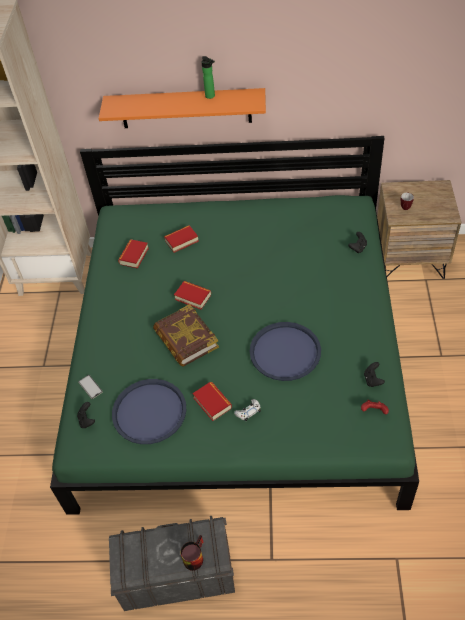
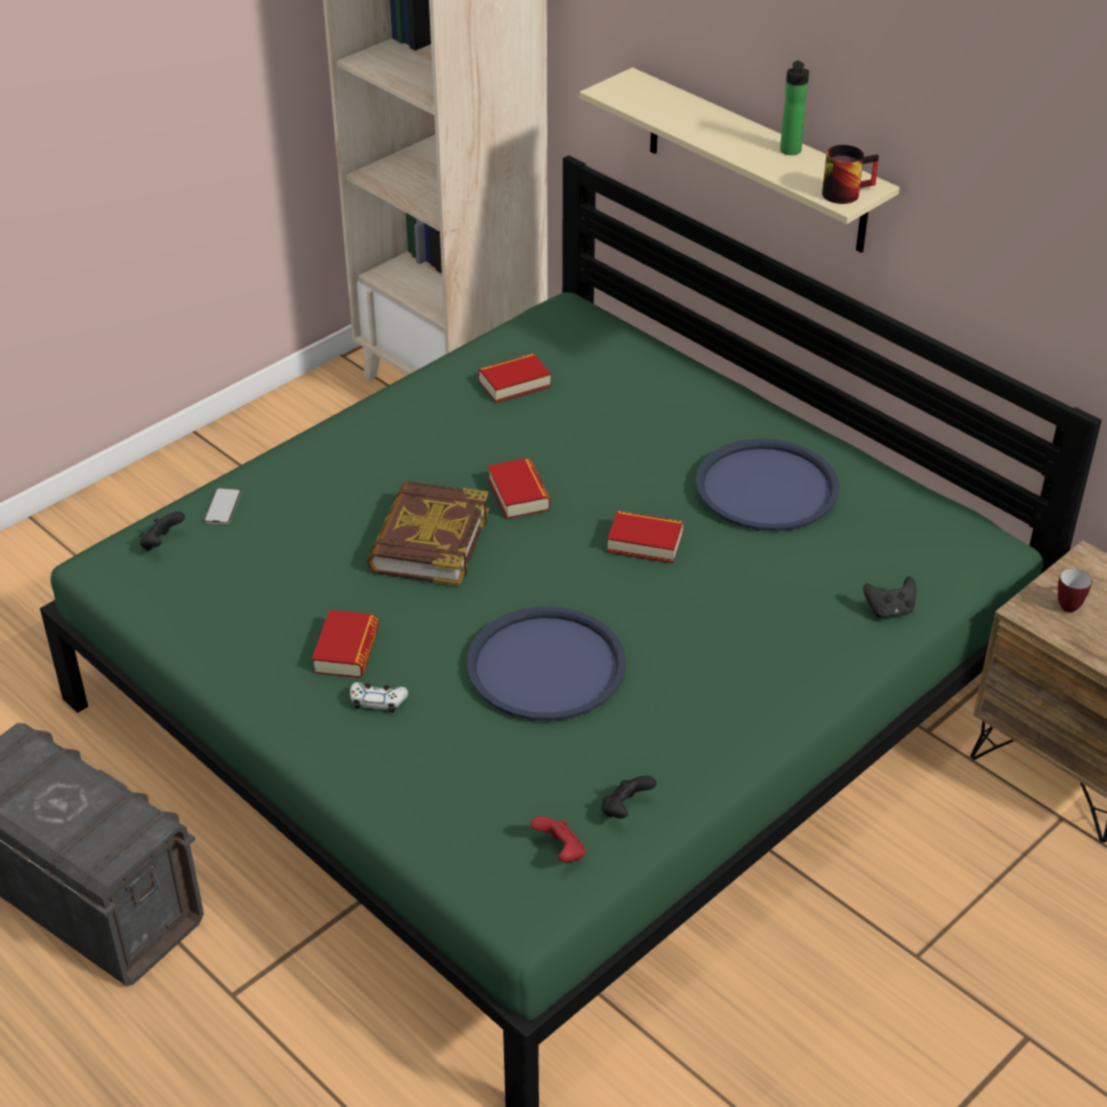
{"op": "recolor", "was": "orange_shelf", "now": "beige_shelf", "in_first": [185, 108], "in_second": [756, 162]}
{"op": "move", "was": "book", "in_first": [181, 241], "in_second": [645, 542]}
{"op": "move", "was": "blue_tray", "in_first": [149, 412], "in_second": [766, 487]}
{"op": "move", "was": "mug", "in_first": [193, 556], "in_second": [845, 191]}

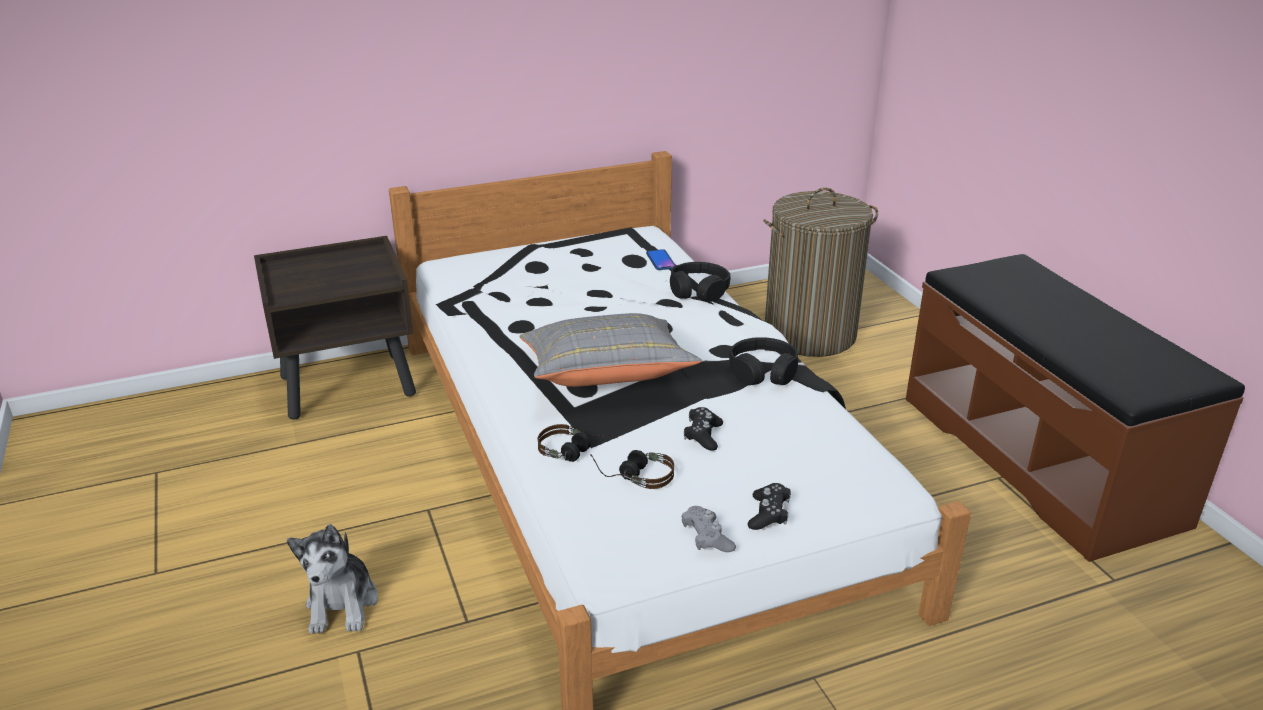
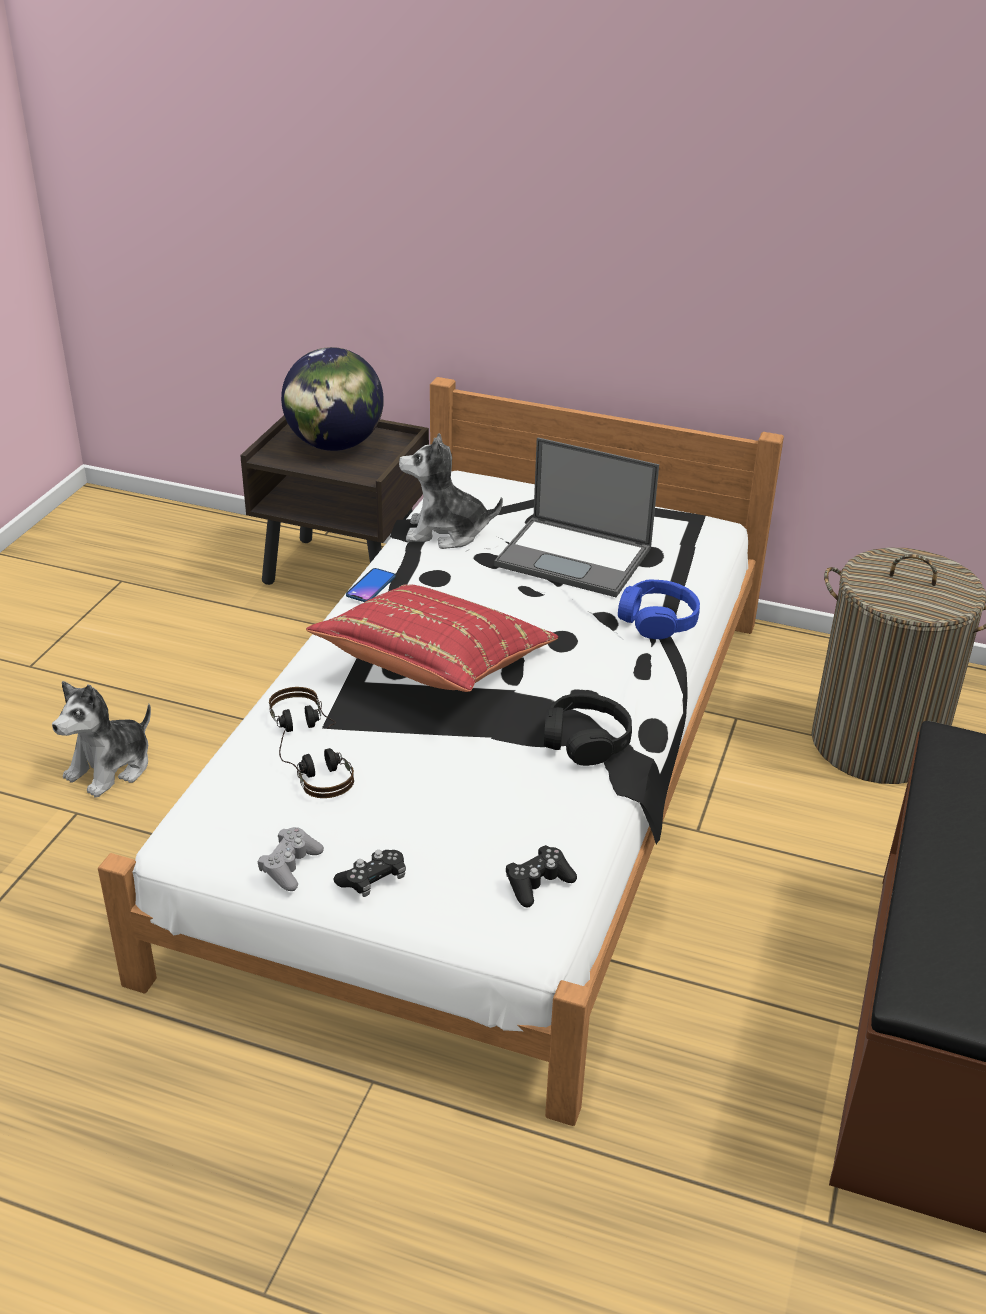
{"op": "move", "was": "phone", "in_first": [660, 261], "in_second": [371, 586]}
{"op": "recolor", "was": "black_headphones", "now": "blue_headphones", "in_first": [698, 290], "in_second": [657, 620]}
{"op": "recolor", "was": "grey_pillow", "now": "red_pillow", "in_first": [606, 377], "in_second": [434, 667]}
{"op": "move", "was": "black_game_controller", "in_first": [703, 436], "in_second": [538, 883]}
{"op": "insert", "now": "globe", "in_second": [334, 445]}
{"op": "insert", "now": "plush_toy", "in_second": [446, 532]}
{"op": "insert", "now": "laptop", "in_second": [576, 557]}

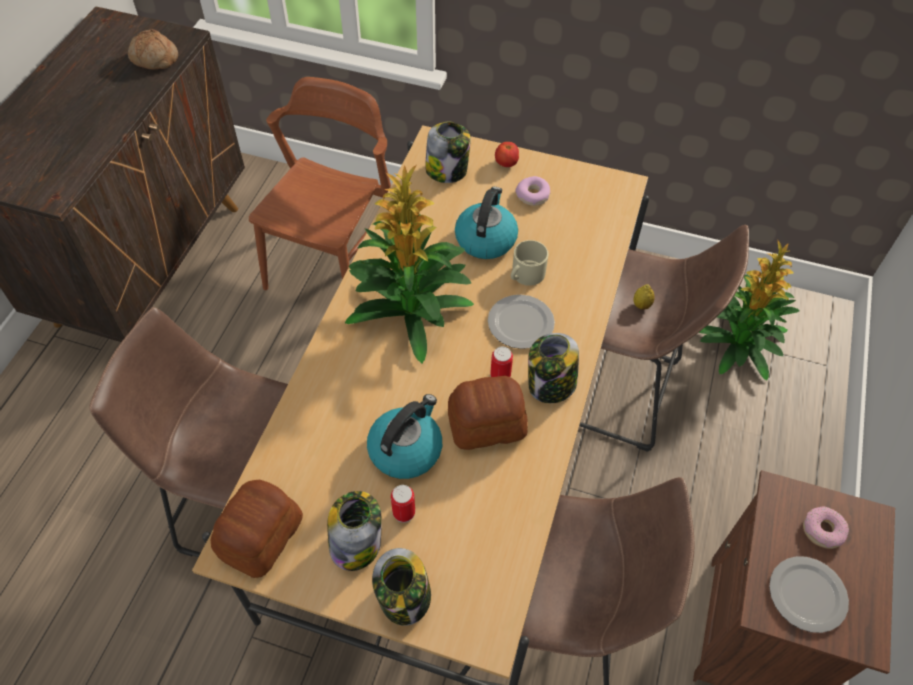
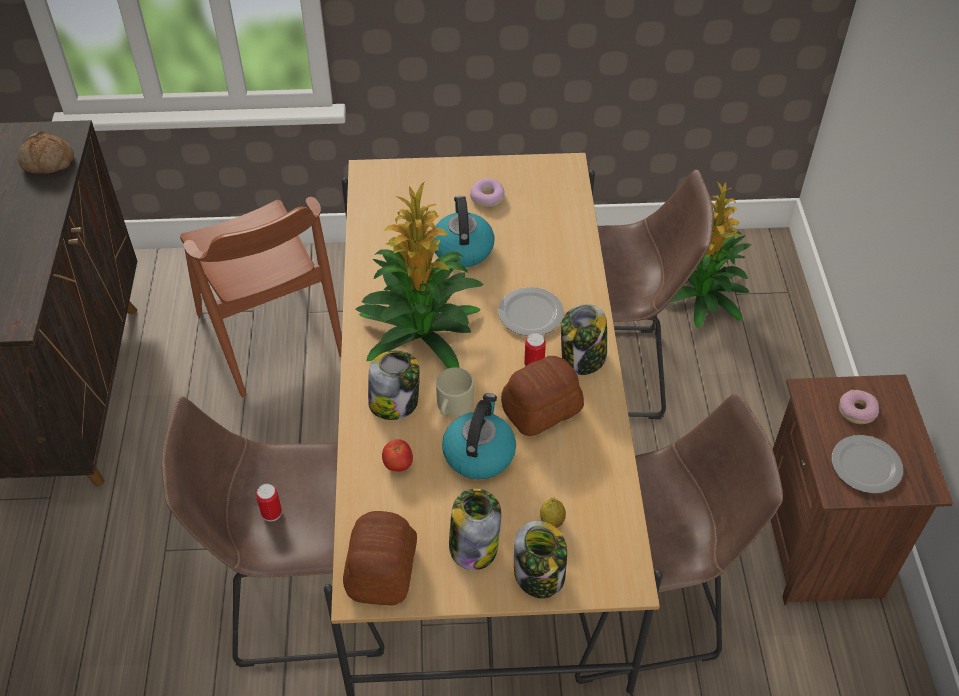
{"op": "rotate", "was": "brown_chair", "in_first": [334, 263], "in_second": [270, 334], "clockwise": 150}
{"op": "move", "was": "jar", "in_first": [447, 170], "in_second": [395, 402]}
{"op": "move", "was": "tomato", "in_first": [506, 163], "in_second": [398, 464]}
{"op": "move", "was": "beige_mug", "in_first": [525, 275], "in_second": [453, 405]}
{"op": "move", "was": "lemon", "in_first": [641, 305], "in_second": [552, 521]}
{"op": "move", "was": "can", "in_first": [404, 512], "in_second": [271, 513]}

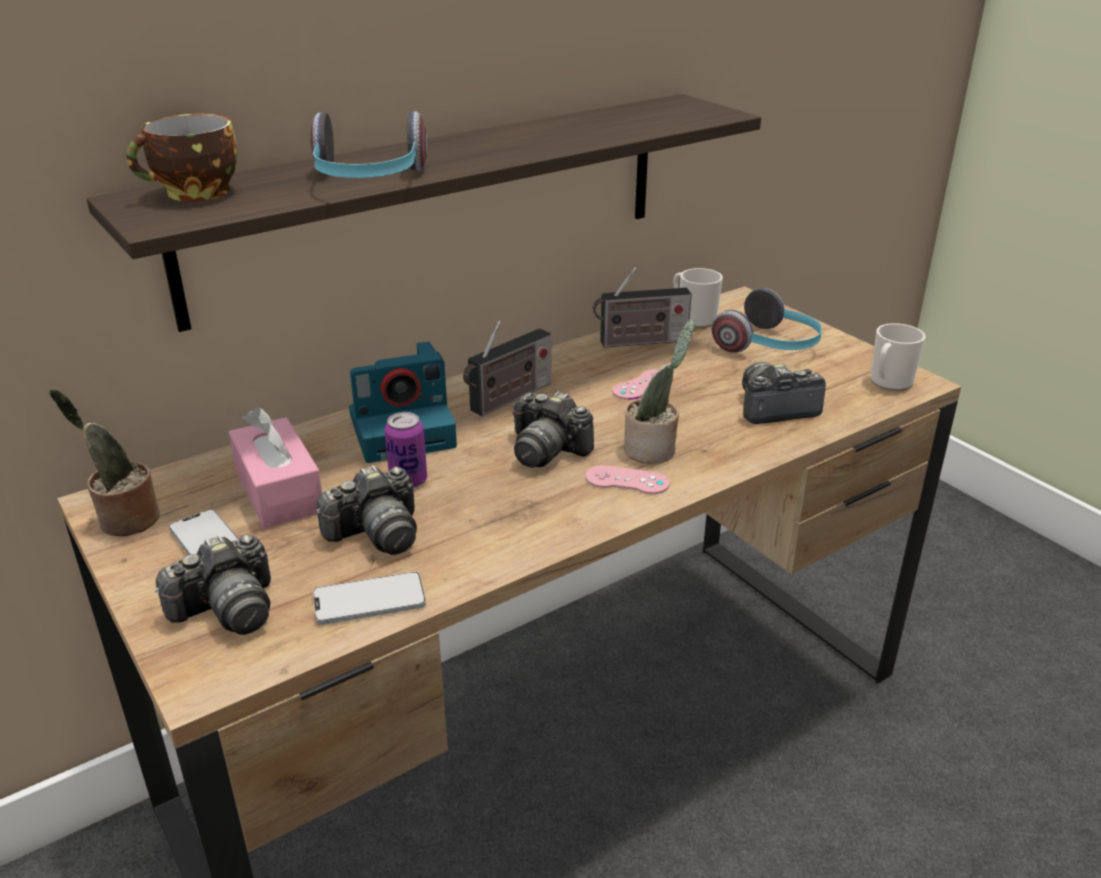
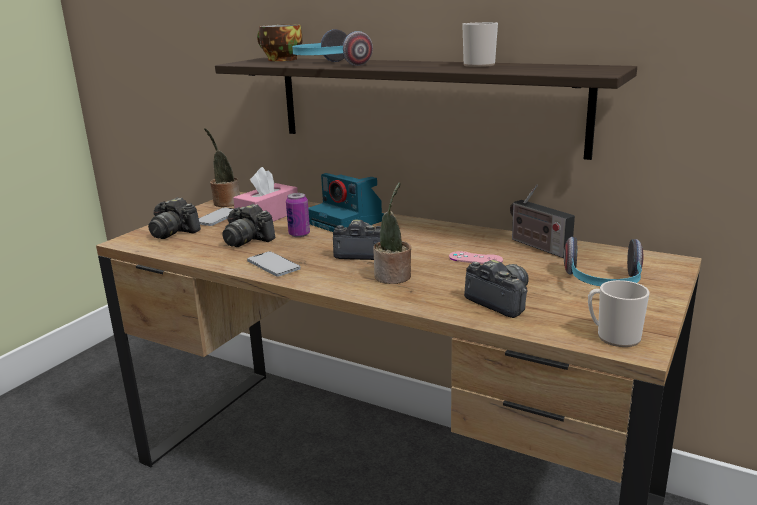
{"op": "move", "was": "mug", "in_first": [693, 319], "in_second": [479, 64]}
{"op": "delete", "was": "radio", "in_first": [509, 399]}
{"op": "rotate", "was": "photo_camera", "in_first": [547, 450], "in_second": [362, 253], "clockwise": 90}
{"op": "delete", "was": "pink_game_controller", "in_first": [627, 480]}
{"op": "move", "was": "phone", "in_first": [369, 600], "in_second": [273, 265]}

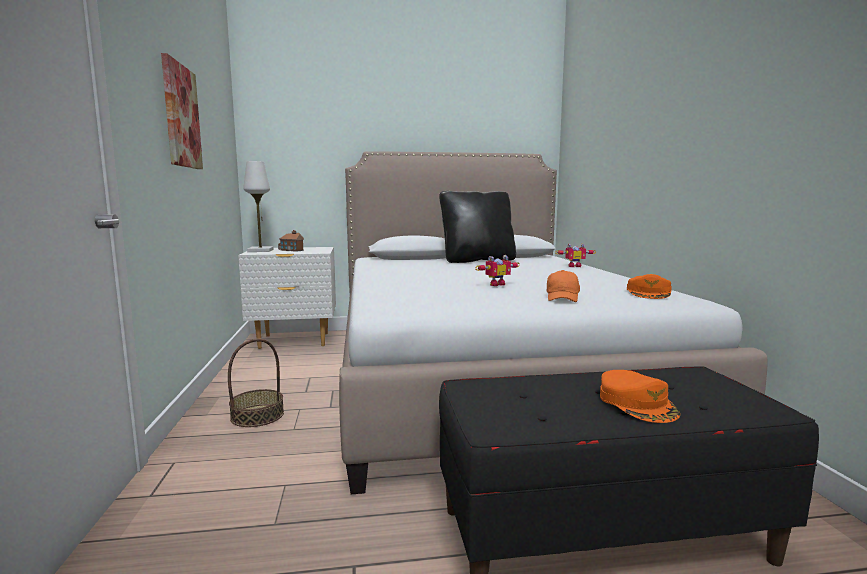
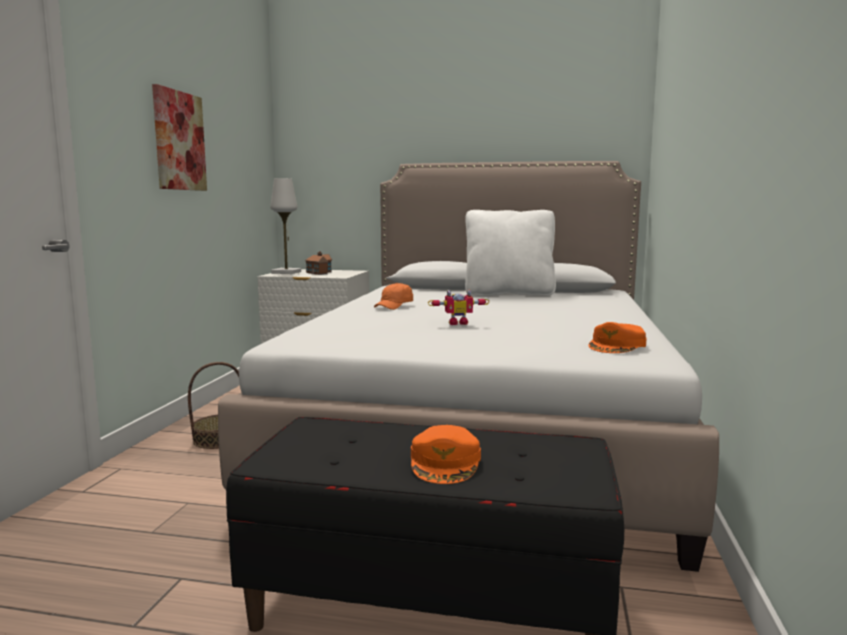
{"op": "recolor", "was": "black_pillow", "now": "white_pillow", "in_first": [477, 260], "in_second": [508, 293]}
{"op": "delete", "was": "toy_robot", "in_first": [574, 266]}
{"op": "move", "was": "orange_cap", "in_first": [562, 297], "in_second": [394, 306]}

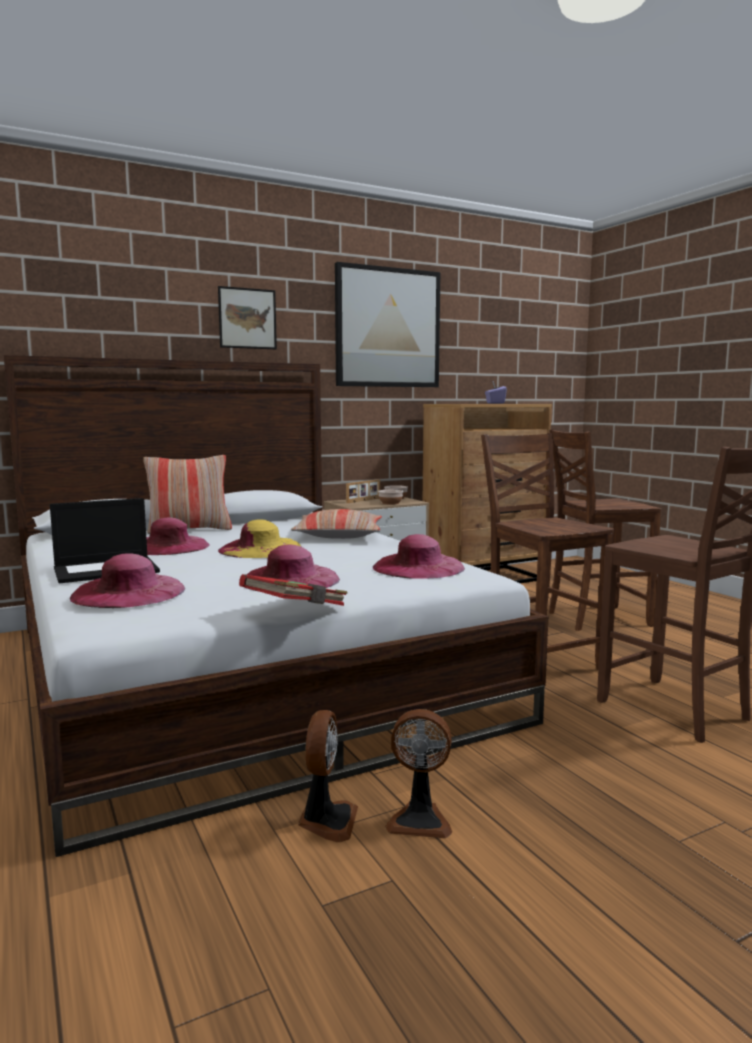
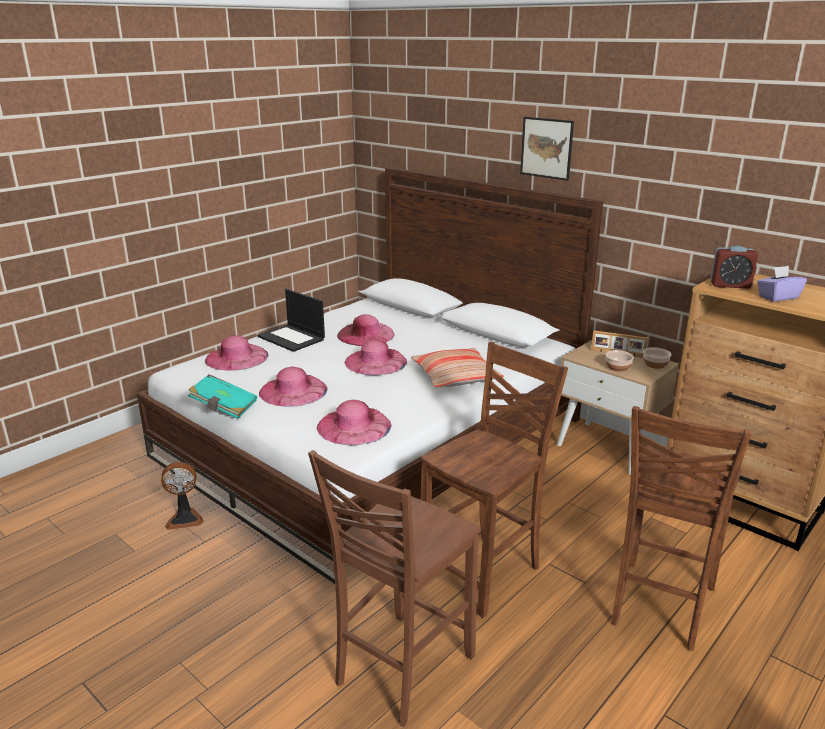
{"op": "delete", "was": "picture", "in_first": [387, 328]}
{"op": "rotate", "was": "brown_chair", "in_first": [595, 618], "in_second": [659, 606], "clockwise": -120}
{"op": "delete", "was": "pillow", "in_first": [189, 530]}
{"op": "recolor", "was": "yellow_hat", "now": "pink_hat", "in_first": [260, 549], "in_second": [375, 362]}
{"op": "recolor", "was": "red_book", "now": "turquoise_book", "in_first": [296, 610], "in_second": [223, 407]}
{"op": "delete", "was": "fan", "in_first": [420, 820]}
{"op": "insert", "now": "alarm_clock", "in_second": [730, 285]}

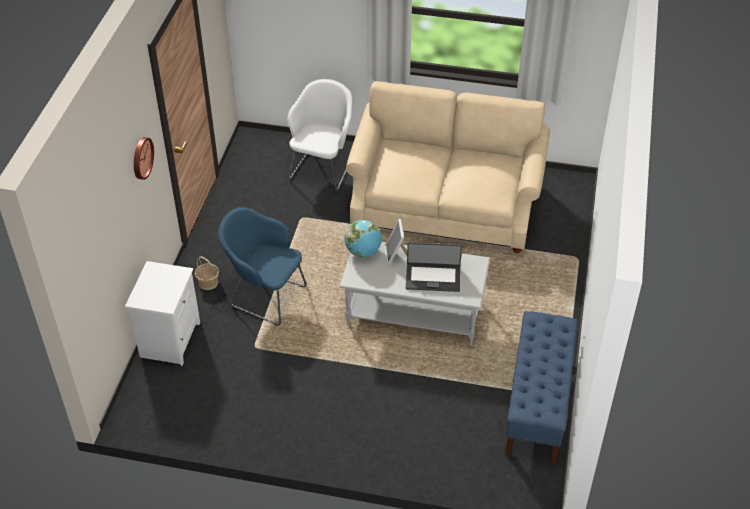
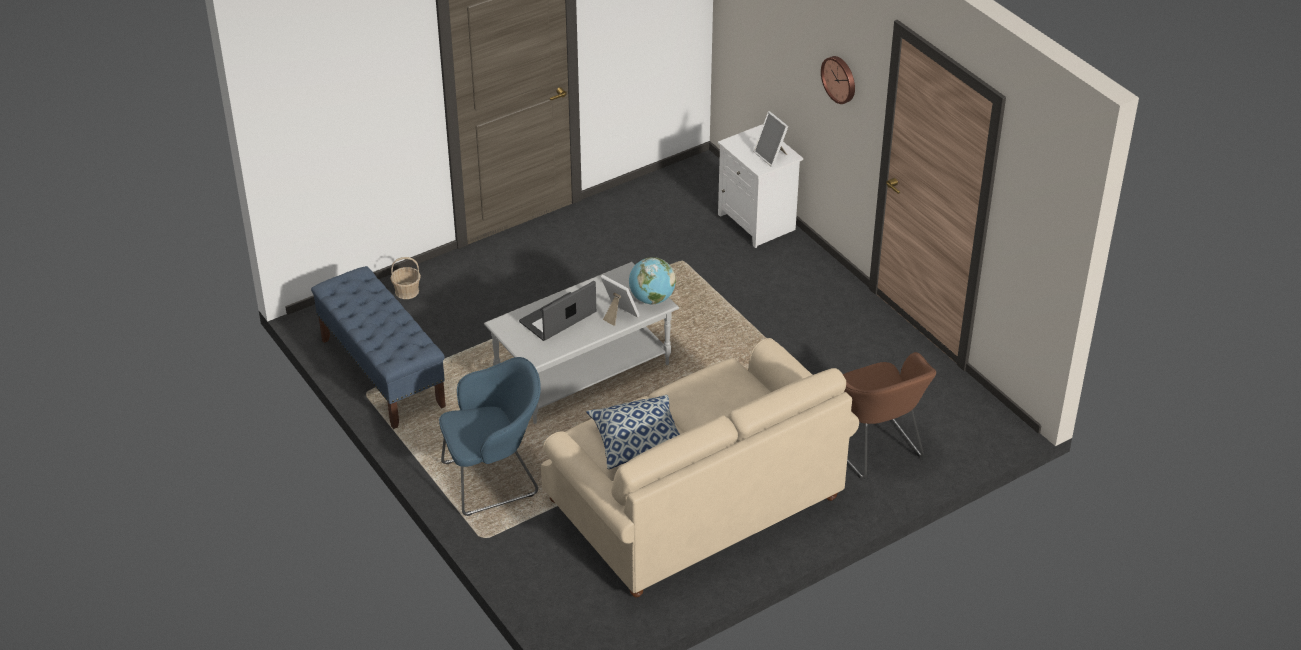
{"op": "recolor", "was": "white_armchair", "now": "brown_armchair", "in_first": [323, 168], "in_second": [875, 449]}
{"op": "move", "was": "blue_armchair", "in_first": [265, 296], "in_second": [494, 479]}
{"op": "move", "was": "basket", "in_first": [208, 283], "in_second": [406, 291]}
{"op": "insert", "now": "picture_frame", "in_second": [772, 156]}
{"op": "insert", "now": "pillow", "in_second": [638, 442]}

